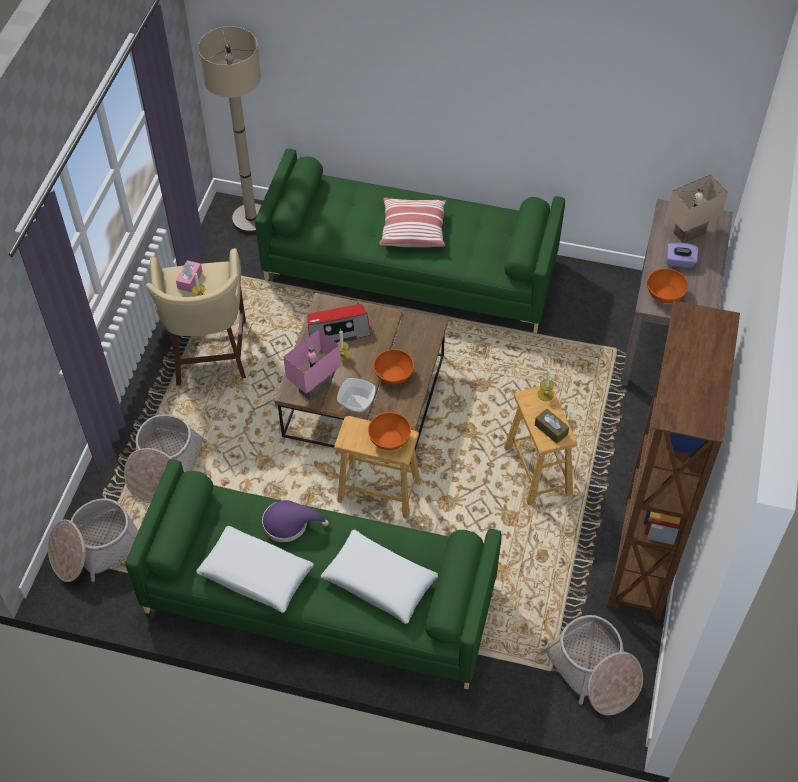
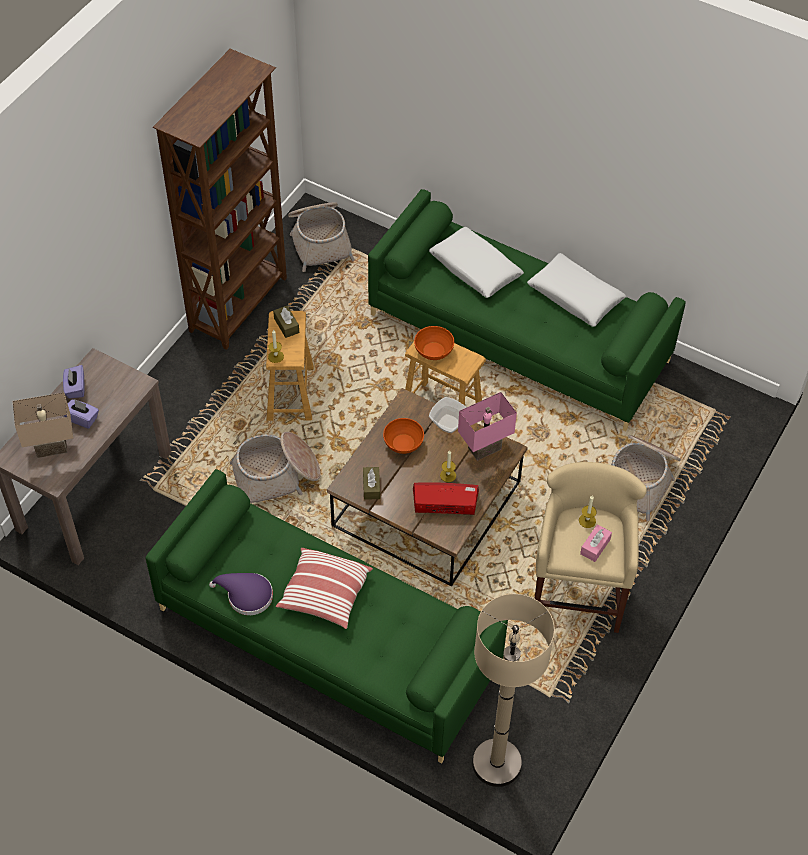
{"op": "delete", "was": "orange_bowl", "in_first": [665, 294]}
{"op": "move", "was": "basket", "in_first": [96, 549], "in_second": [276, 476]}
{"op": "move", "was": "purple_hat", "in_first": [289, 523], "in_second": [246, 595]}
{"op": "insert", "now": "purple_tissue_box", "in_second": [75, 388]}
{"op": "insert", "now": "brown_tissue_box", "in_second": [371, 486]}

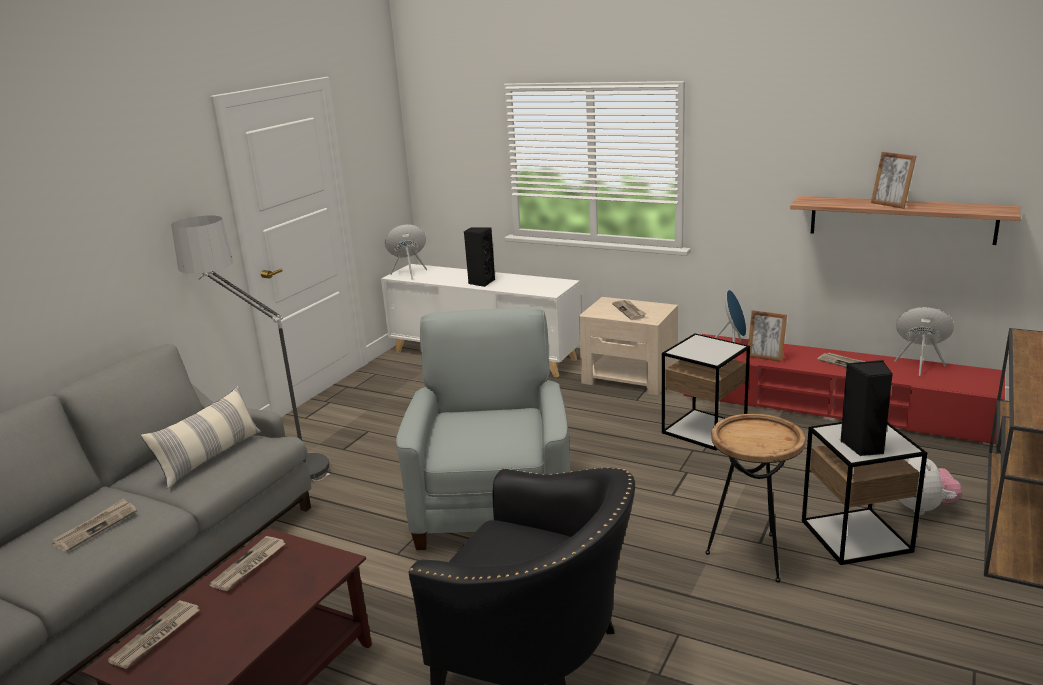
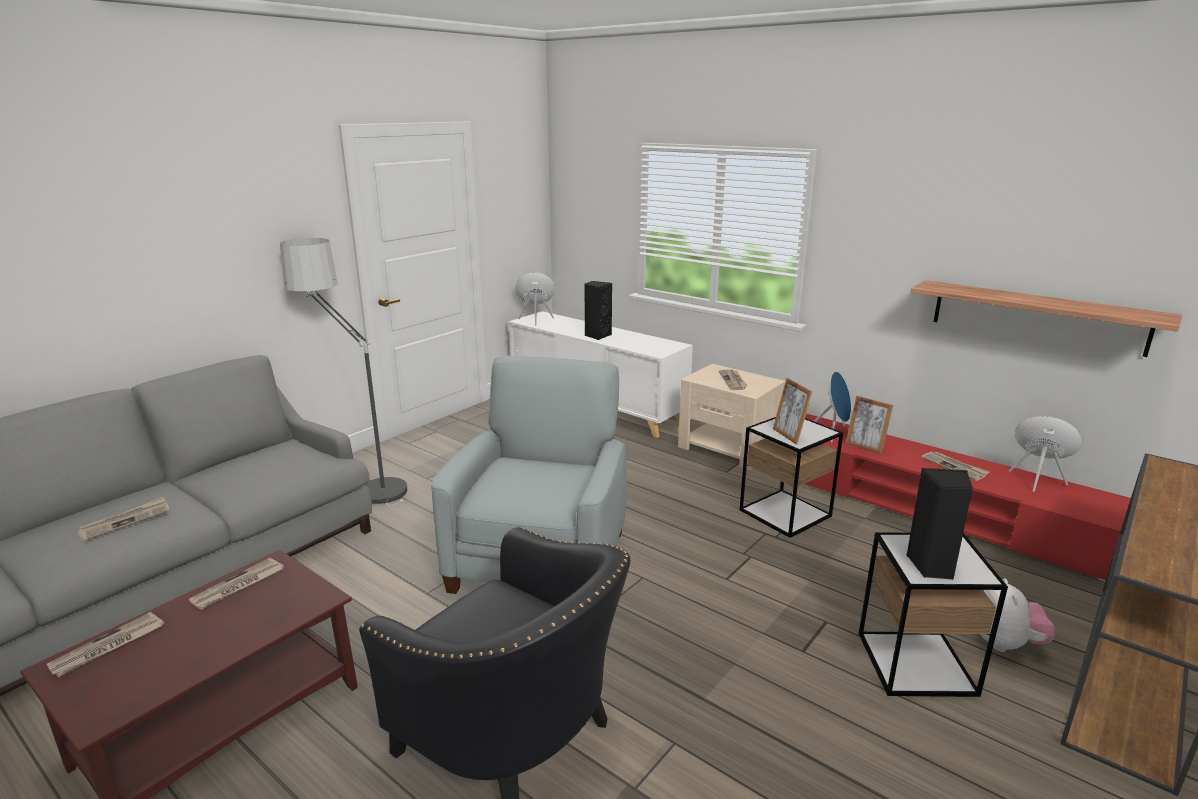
{"op": "move", "was": "picture_frame", "in_first": [890, 205], "in_second": [789, 435]}
{"op": "delete", "was": "pillow", "in_first": [210, 457]}
{"op": "delete", "was": "brown_side_table", "in_first": [752, 556]}

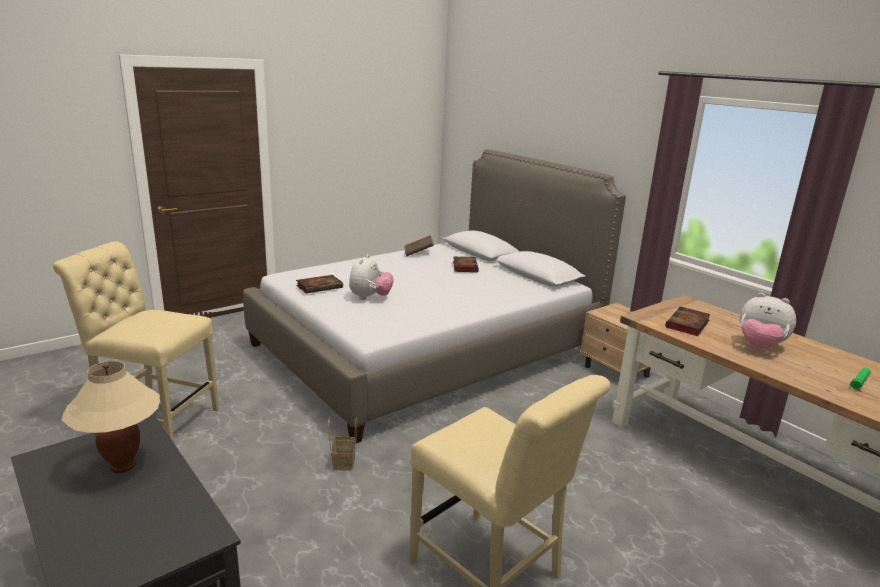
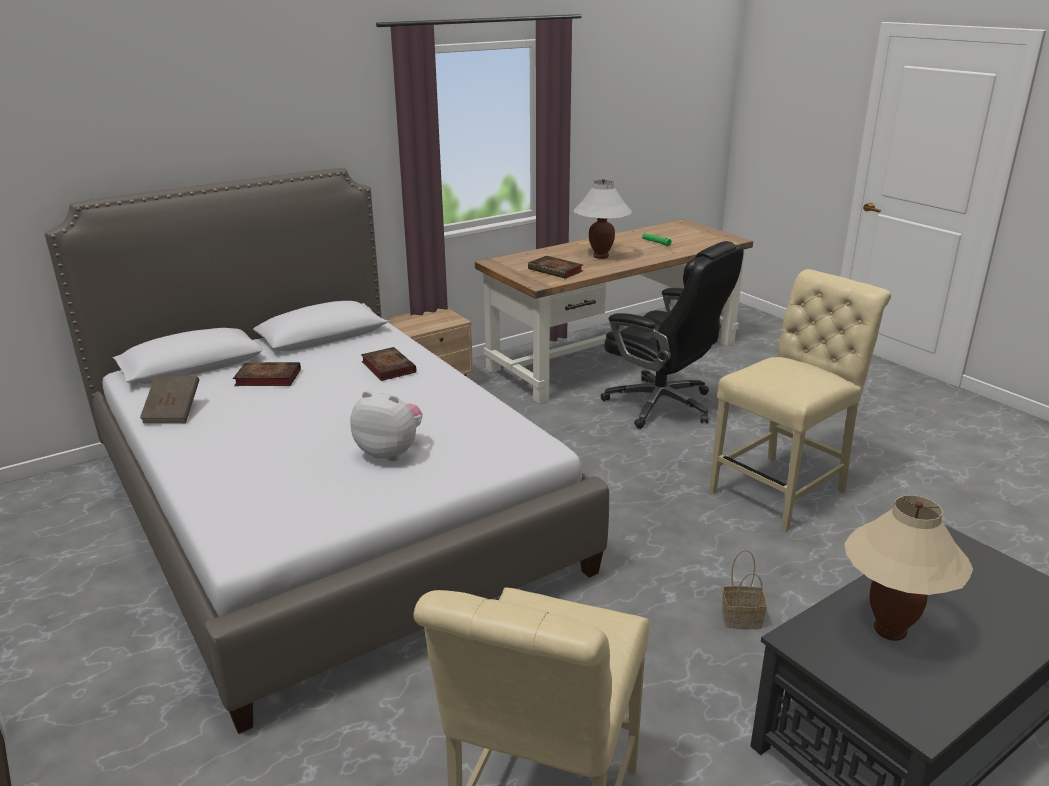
{"op": "move", "was": "book", "in_first": [320, 286], "in_second": [387, 367]}
{"op": "replace", "was": "plush_toy", "now": "white_table_lamp", "in_first": [759, 347], "in_second": [600, 256]}
{"op": "move", "was": "basket", "in_first": [343, 461], "in_second": [740, 619]}
{"op": "insert", "now": "black_office_chair", "in_second": [662, 405]}

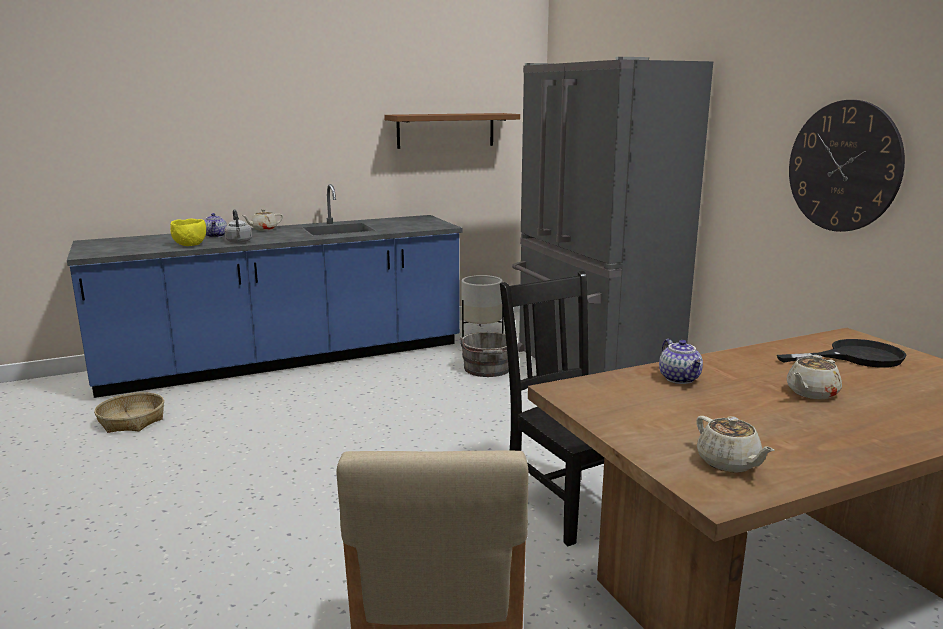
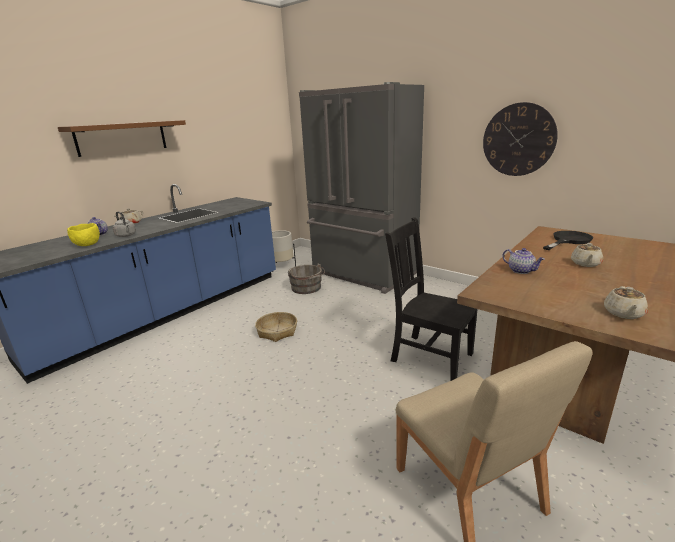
{"op": "move", "was": "brown_shelf", "in_first": [446, 130], "in_second": [122, 138]}
{"op": "move", "was": "basket", "in_first": [132, 421], "in_second": [277, 331]}
{"op": "rotate", "was": "beige_teapot", "in_first": [729, 463], "in_second": [623, 313], "clockwise": 75}

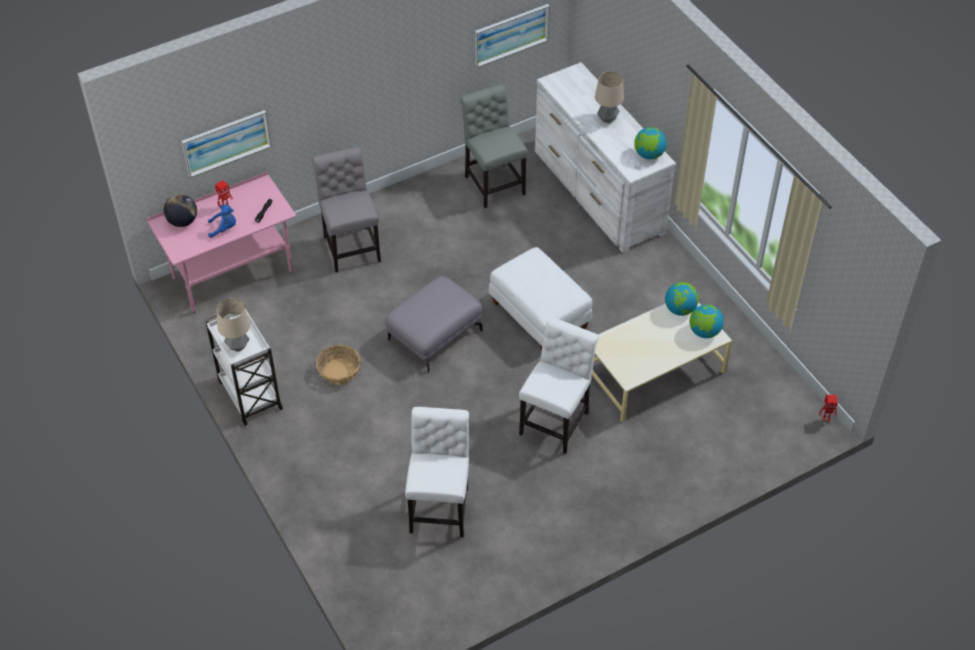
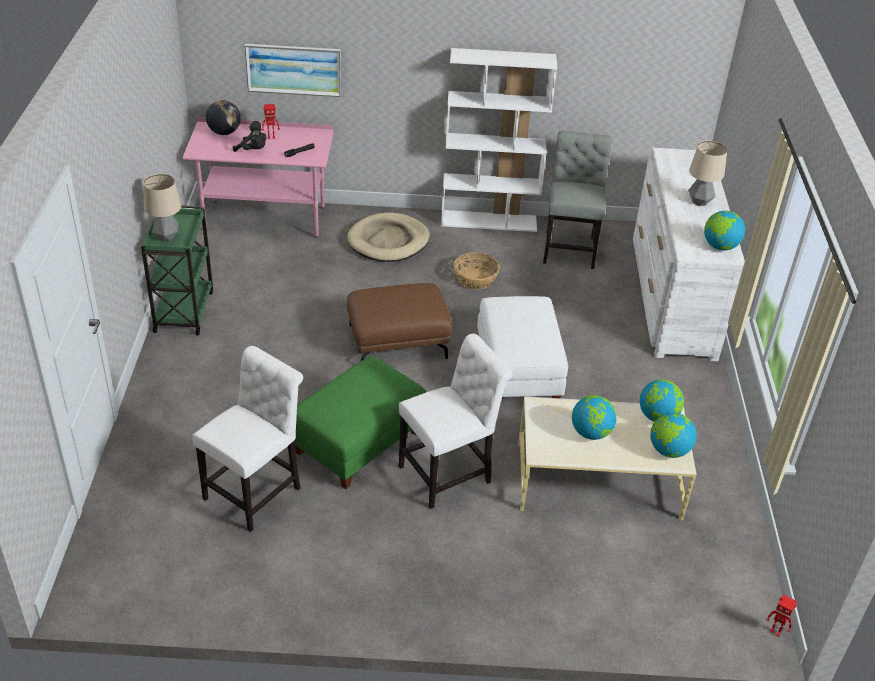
{"op": "delete", "was": "picture", "in_first": [511, 34]}
{"op": "replace", "was": "grey_chair", "now": "beige_dog_bed", "in_first": [351, 246], "in_second": [388, 241]}
{"op": "recolor", "was": "blue_plush_toy", "now": "black_plush_toy", "in_first": [224, 228], "in_second": [253, 150]}
{"op": "recolor", "was": "grey_ottoman", "now": "brown_ottoman", "in_first": [434, 334], "in_second": [398, 341]}
{"op": "recolor", "was": "white_cart", "now": "green_cart", "in_first": [249, 393], "in_second": [184, 310]}
{"op": "move", "was": "basket", "in_first": [339, 371], "in_second": [475, 279]}
{"op": "insert", "now": "white_bookcase", "in_second": [489, 221]}
{"op": "insert", "now": "green_ottoman", "in_second": [358, 443]}
{"op": "insert", "now": "globe", "in_second": [591, 433]}

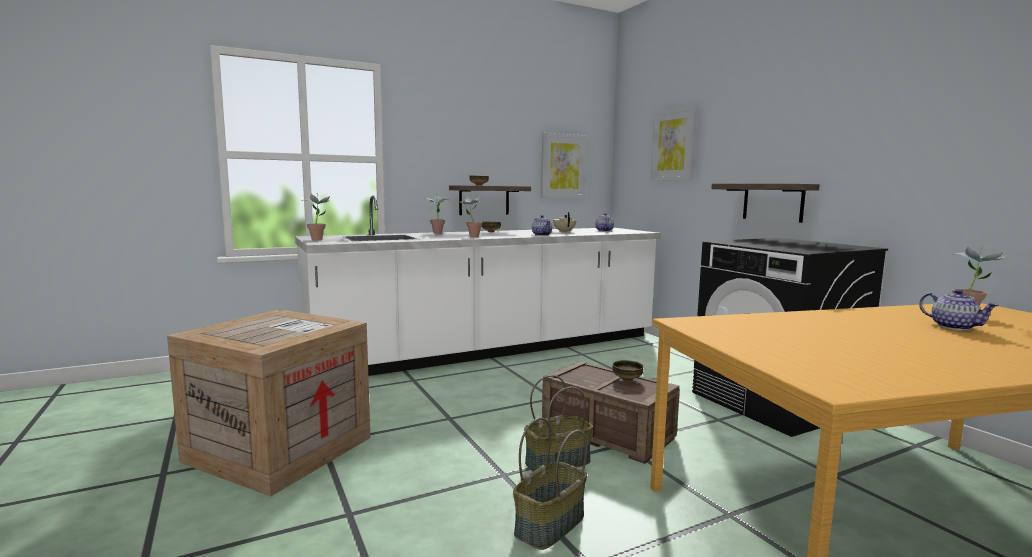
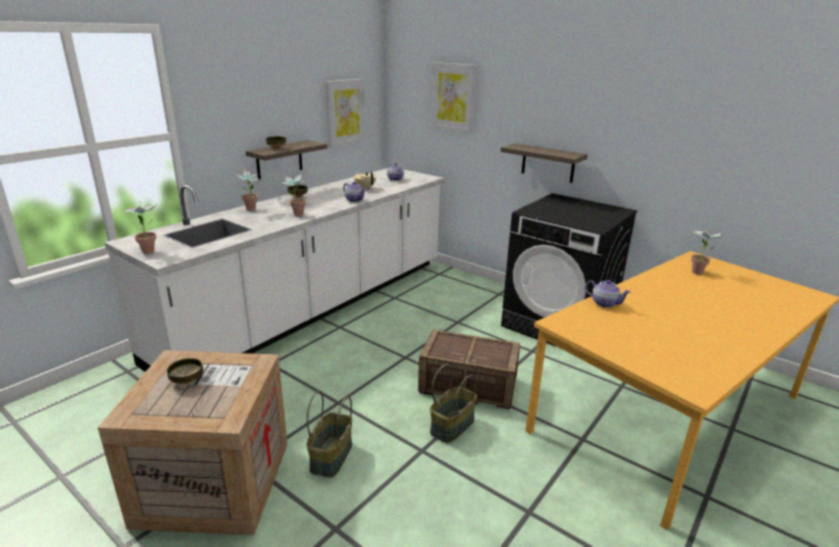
{"op": "move", "was": "teapot", "in_first": [953, 327], "in_second": [604, 303]}
{"op": "move", "was": "bowl", "in_first": [627, 379], "in_second": [187, 380]}
{"op": "move", "was": "basket", "in_first": [550, 526], "in_second": [332, 457]}

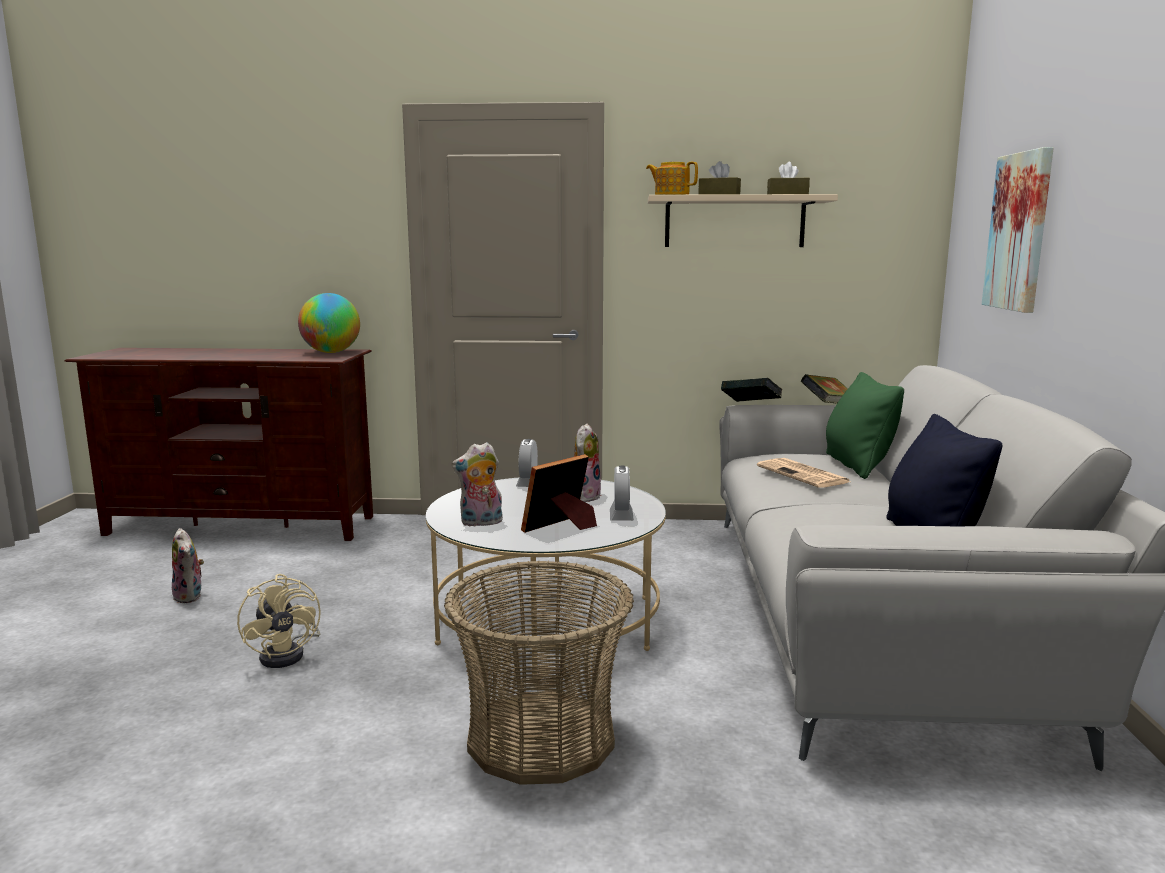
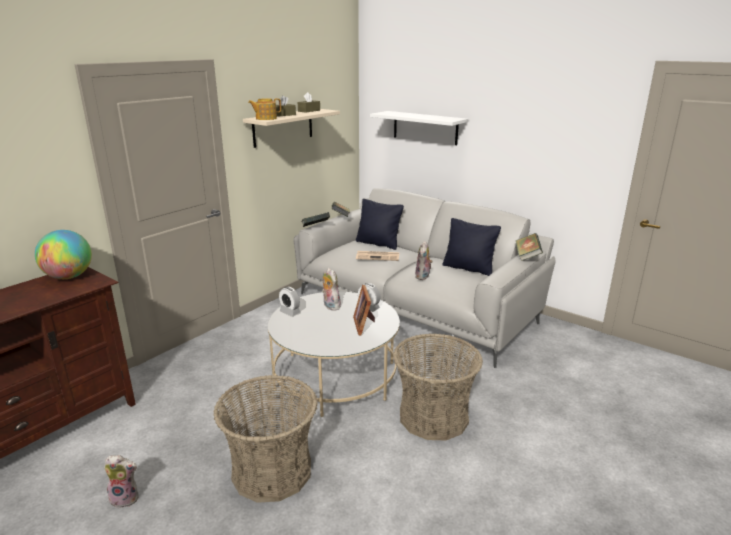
{"op": "replace", "was": "picture", "now": "white_shelf", "in_first": [1019, 232], "in_second": [425, 127]}
{"op": "recolor", "was": "green_pillow", "now": "black_pillow", "in_first": [857, 465], "in_second": [378, 243]}
{"op": "move", "was": "plush_toy", "in_first": [481, 523], "in_second": [423, 277]}
{"op": "replace", "was": "beige_fan", "now": "basket", "in_first": [288, 654], "in_second": [272, 471]}
{"op": "insert", "now": "book", "in_second": [527, 256]}

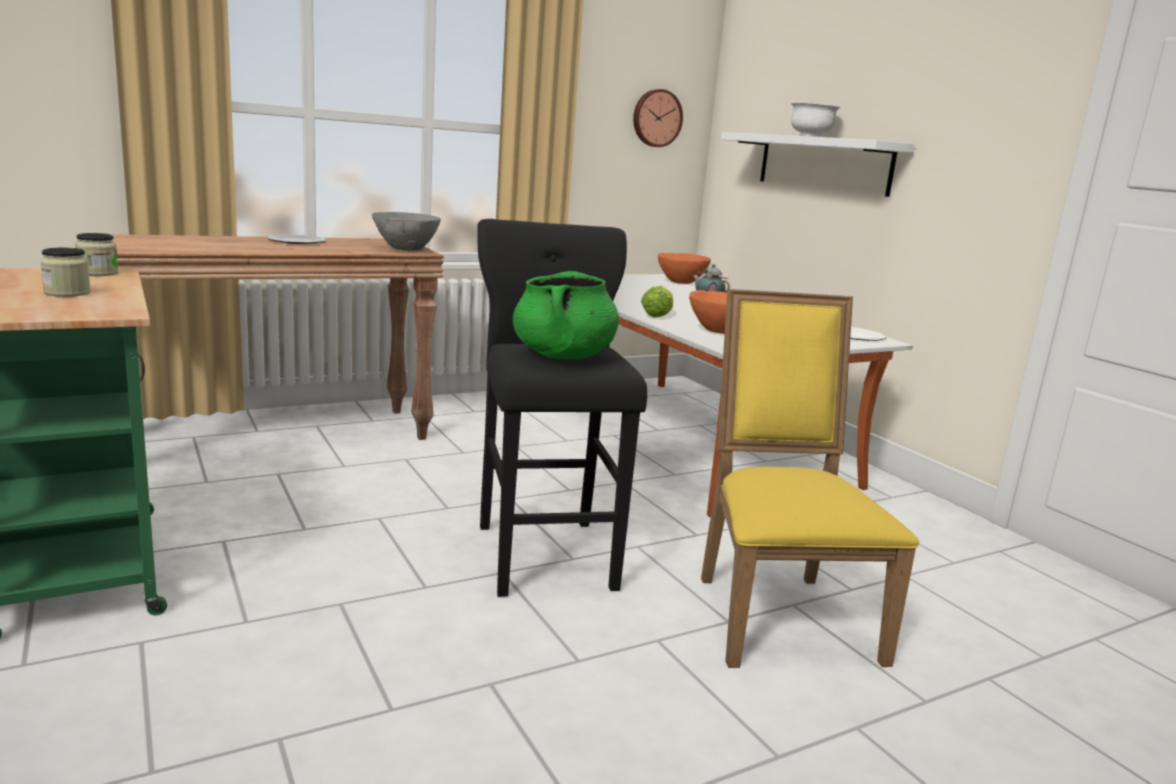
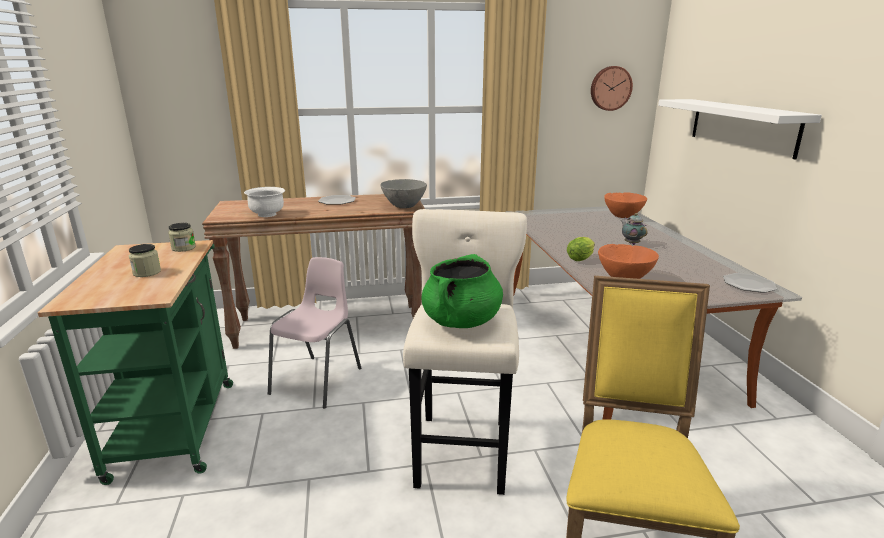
{"op": "move", "was": "white_bowl", "in_first": [810, 136], "in_second": [267, 214]}
{"op": "recolor", "was": "black_stool", "now": "beige_stool", "in_first": [545, 552], "in_second": [463, 447]}
{"op": "insert", "now": "pink_chair", "in_second": [318, 380]}

